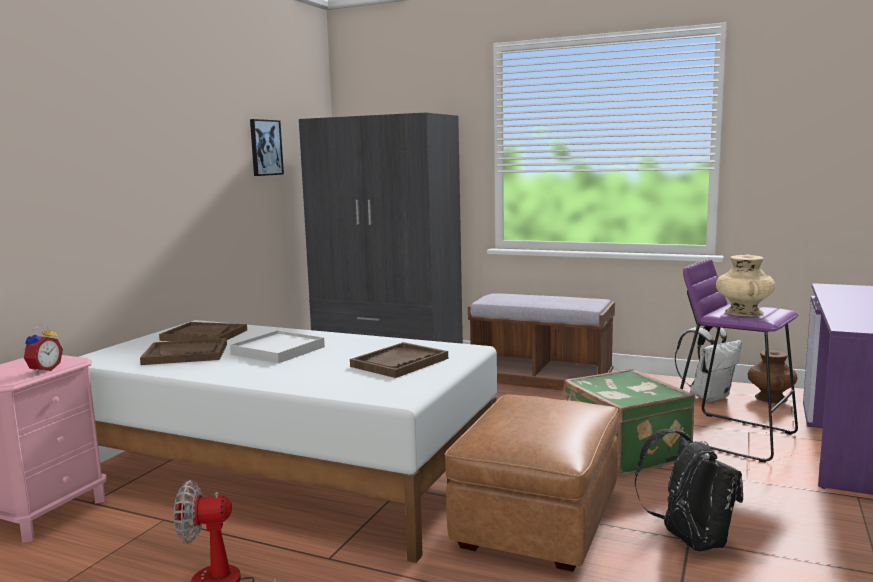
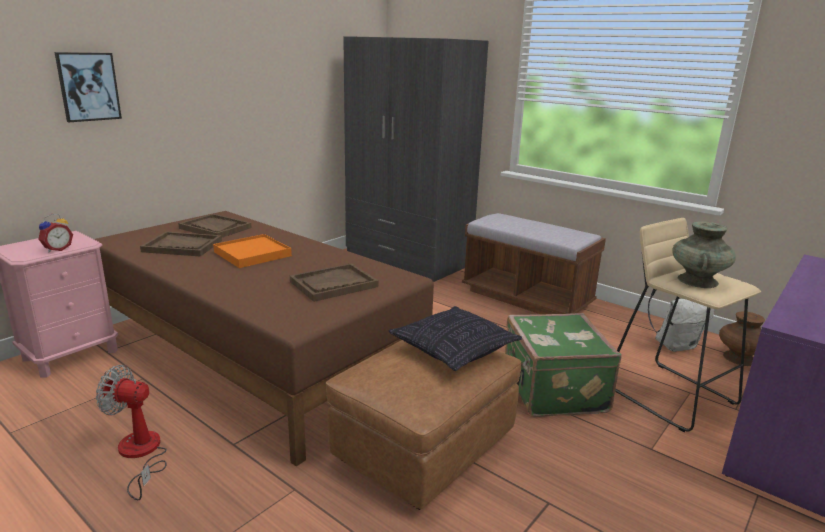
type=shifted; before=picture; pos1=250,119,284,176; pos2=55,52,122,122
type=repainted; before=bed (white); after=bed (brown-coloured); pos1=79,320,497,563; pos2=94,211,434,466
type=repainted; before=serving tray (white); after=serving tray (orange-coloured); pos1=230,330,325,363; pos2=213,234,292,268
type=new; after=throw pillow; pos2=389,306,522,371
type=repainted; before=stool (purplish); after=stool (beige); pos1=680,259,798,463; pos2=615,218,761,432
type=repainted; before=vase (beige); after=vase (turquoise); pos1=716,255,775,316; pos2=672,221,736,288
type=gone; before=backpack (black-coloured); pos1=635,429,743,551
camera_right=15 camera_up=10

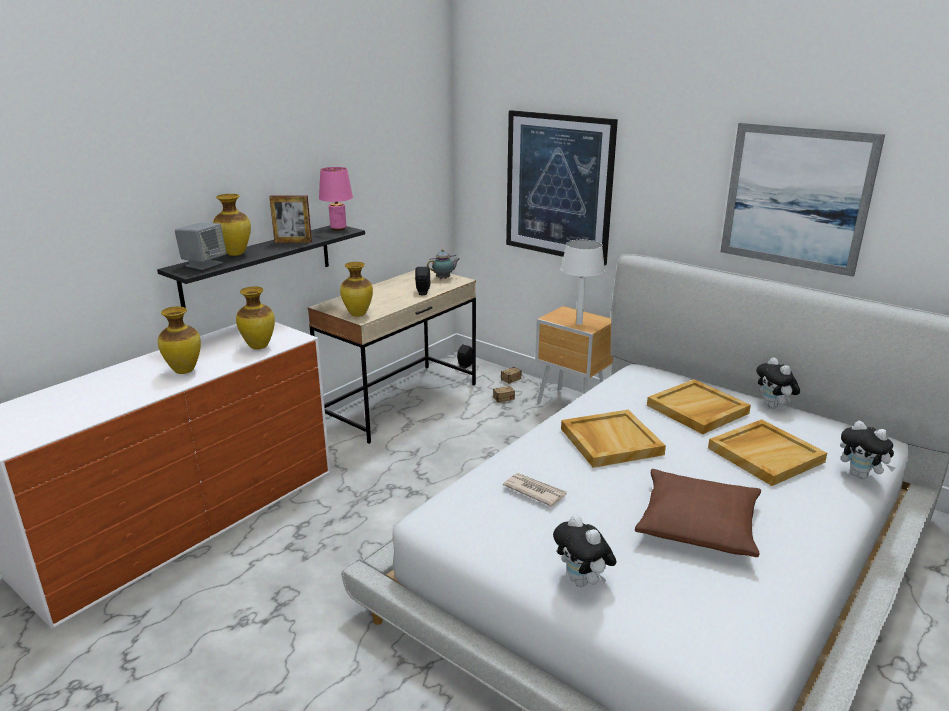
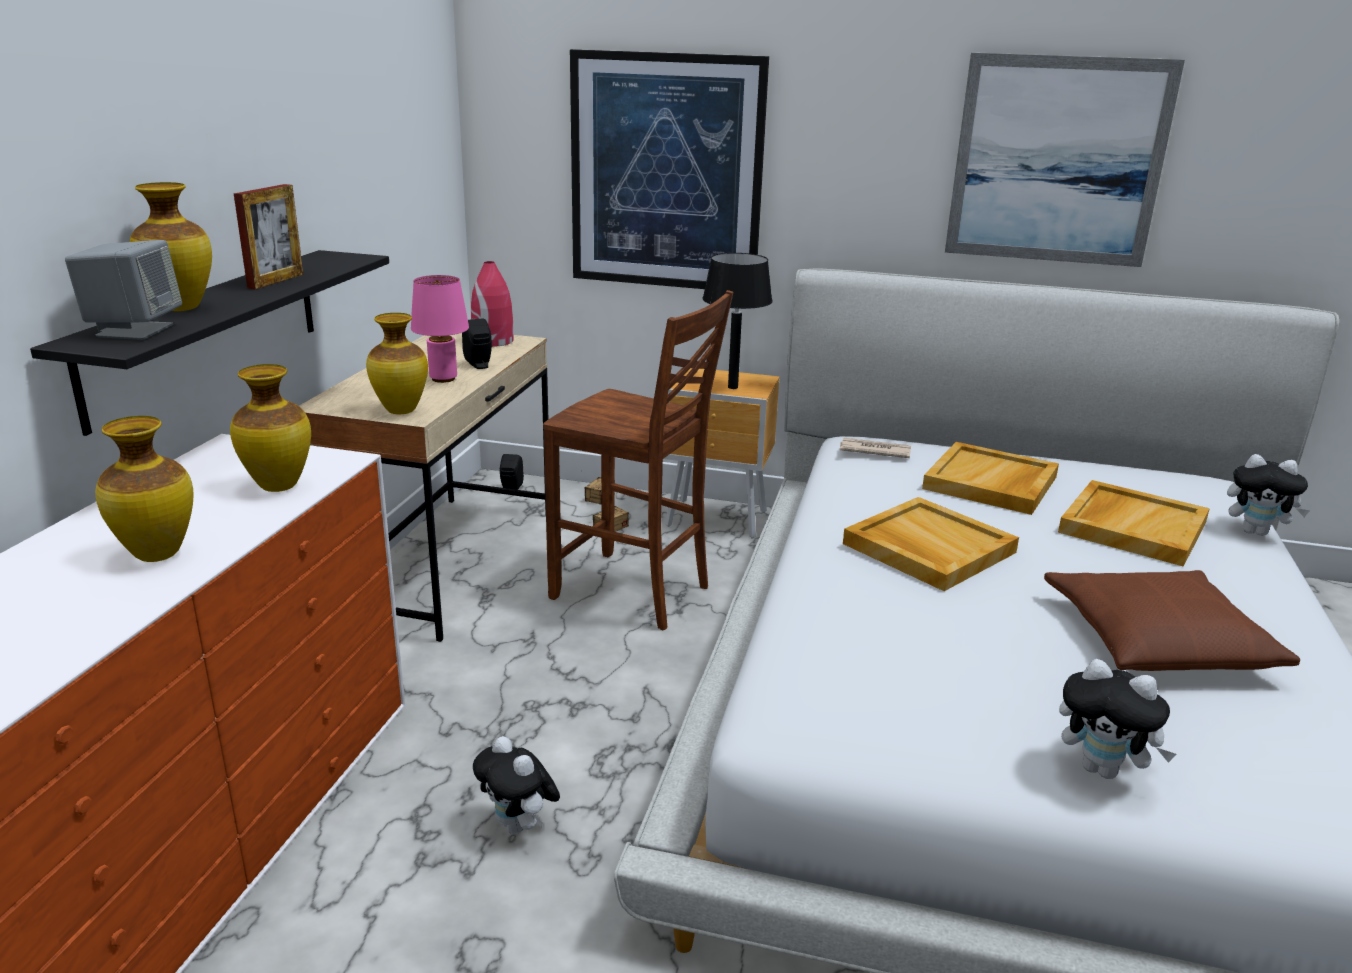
type=rotated; before=standing frame; pos1=269,195,312,243; pos2=234,184,303,289; turn=-45
type=shifted; before=tabletop lamp (pinkish); pos1=319,167,353,231; pos2=411,275,469,383
type=swapped; before=tea pot; after=vase (red); pos1=427,249,460,279; pos2=471,261,514,347
type=shifted; before=plush toy; pos1=756,357,800,408; pos2=473,736,560,834
type=new; after=plain chair (brown-coloured); pos2=543,290,733,630
type=repainted; before=tabletop lamp (white); after=tabletop lamp (black-coloured); pos1=561,240,605,325; pos2=703,253,773,389
type=shifted; before=newspaper; pos1=503,473,567,507; pos2=840,438,911,458
camera_right=-25 camera_up=0

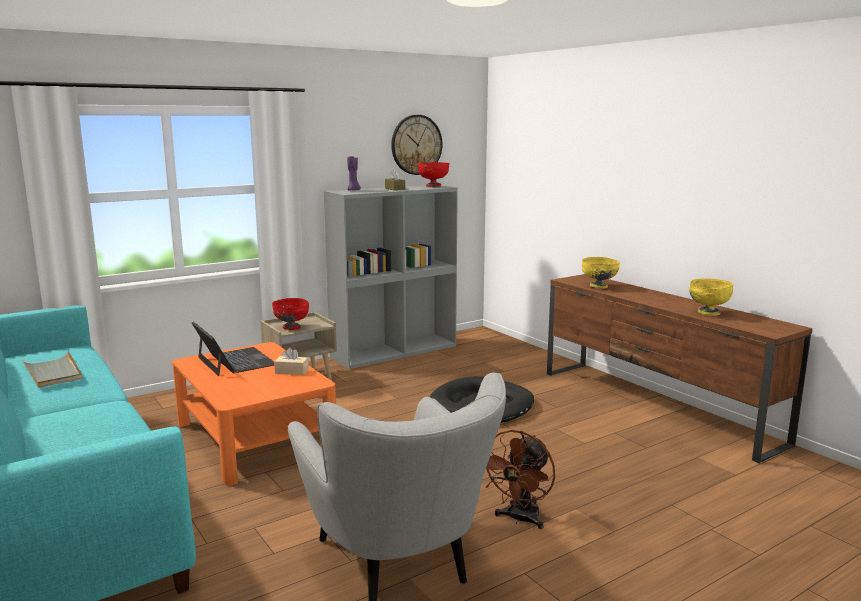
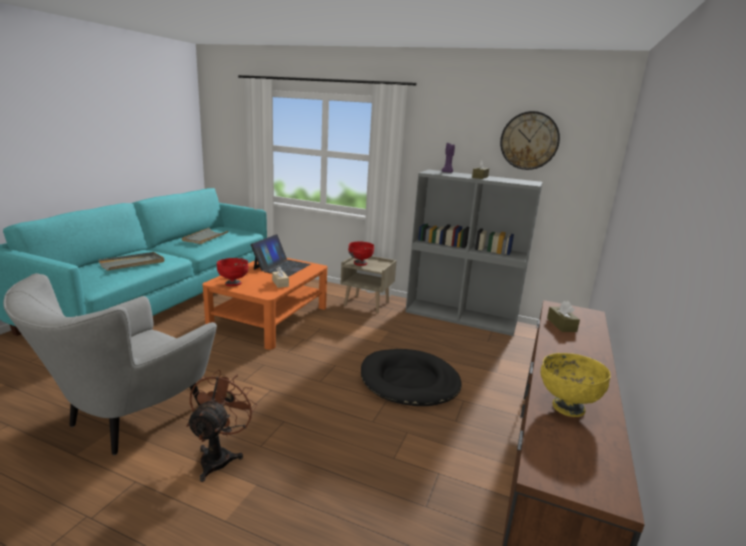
type=new; after=serving tray (greyish); pos2=98,252,164,271
type=rotated; before=electric fan (brown-coloured); pos1=485,430,555,529; pos2=186,370,257,482; turn=105
type=shifted; before=deep dish (red); pos1=417,162,449,187; pos2=217,258,249,286
type=swapped; before=deep dish (yellow); after=box of tissues (brown-coloured); pos1=582,257,620,288; pos2=547,301,580,332
camera_right=55 camera_up=5

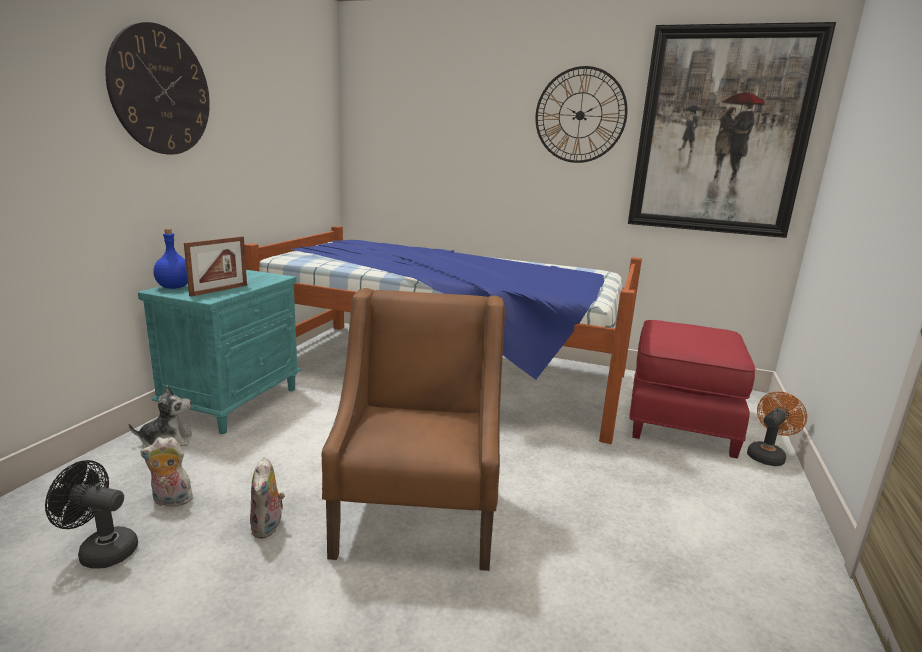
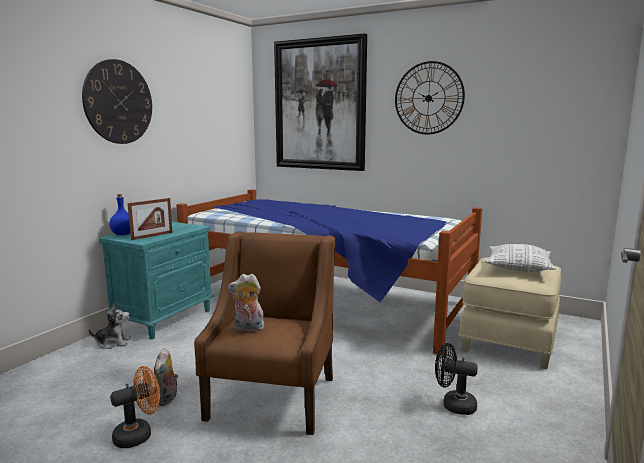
type=shifted; before=electric fan (orange-coloured); pos1=747,391,807,466; pos2=110,366,160,448
type=shifted; before=plush toy; pos1=141,437,193,507; pos2=228,274,264,332
type=shifted; before=picture; pos1=628,22,836,238; pos2=274,33,367,171
type=shifted; before=electric fan (black-coloured); pos1=45,460,138,569; pos2=435,343,478,415
type=repainted; before=ottoman (red); after=ottoman (beige); pos1=629,320,755,459; pos2=458,257,561,369
type=new; after=throw pillow; pos2=485,244,556,272
camera_right=10 camera_up=-5

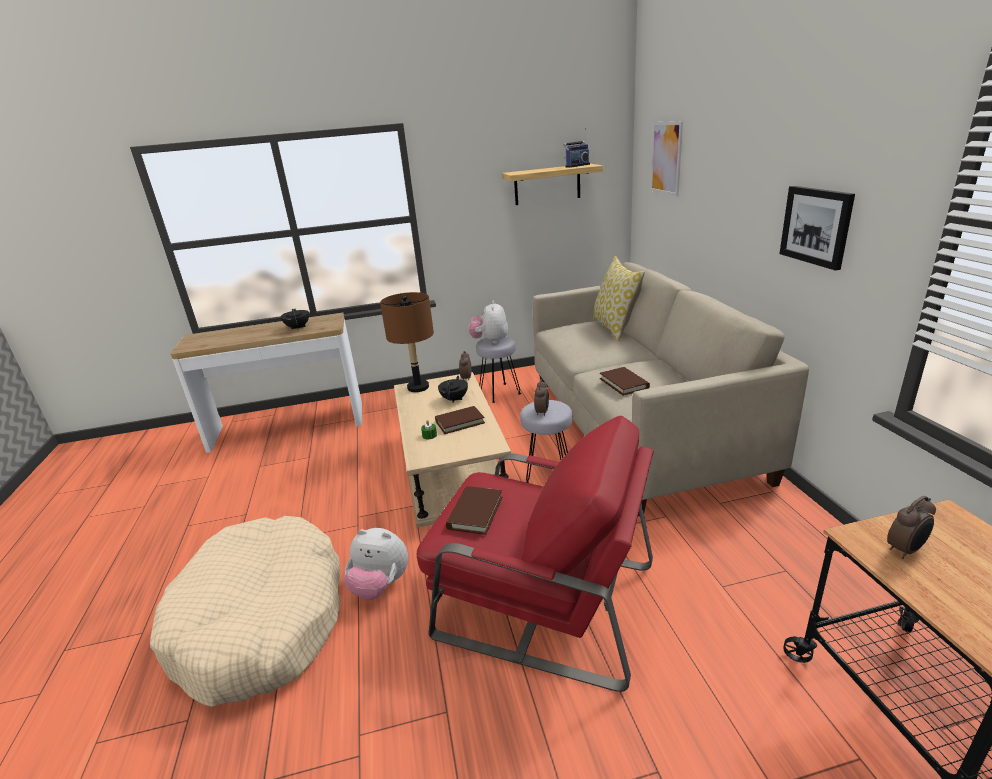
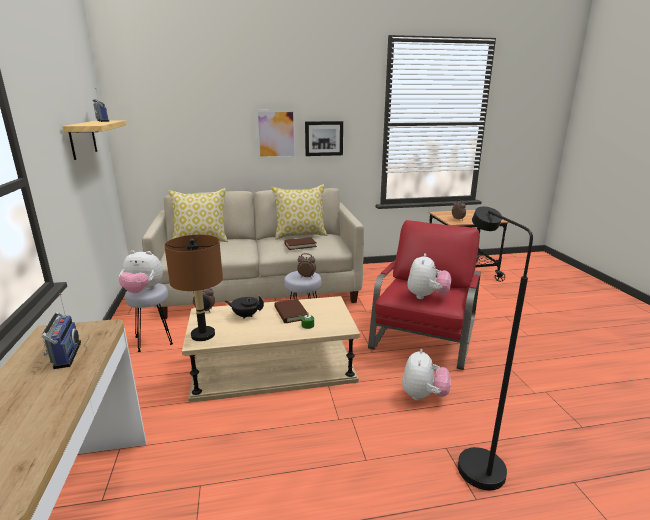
type=swapped; before=tea pot (black-coloured); after=radio set; pos1=280,309,309,330; pos2=41,293,81,369
type=shifted; before=picture; pos1=650,121,683,196; pos2=255,110,296,159
type=new; after=throw pillow; pos2=271,184,327,239
type=swapped; before=bound book (brown-coloured); after=plush toy; pos1=446,486,502,535; pos2=407,253,451,299
type=swapped; before=dog cushion (beige); after=standing lamp (black-coloured); pos1=150,516,340,707; pos2=458,206,533,490
camera_right=-90 camera_up=-5

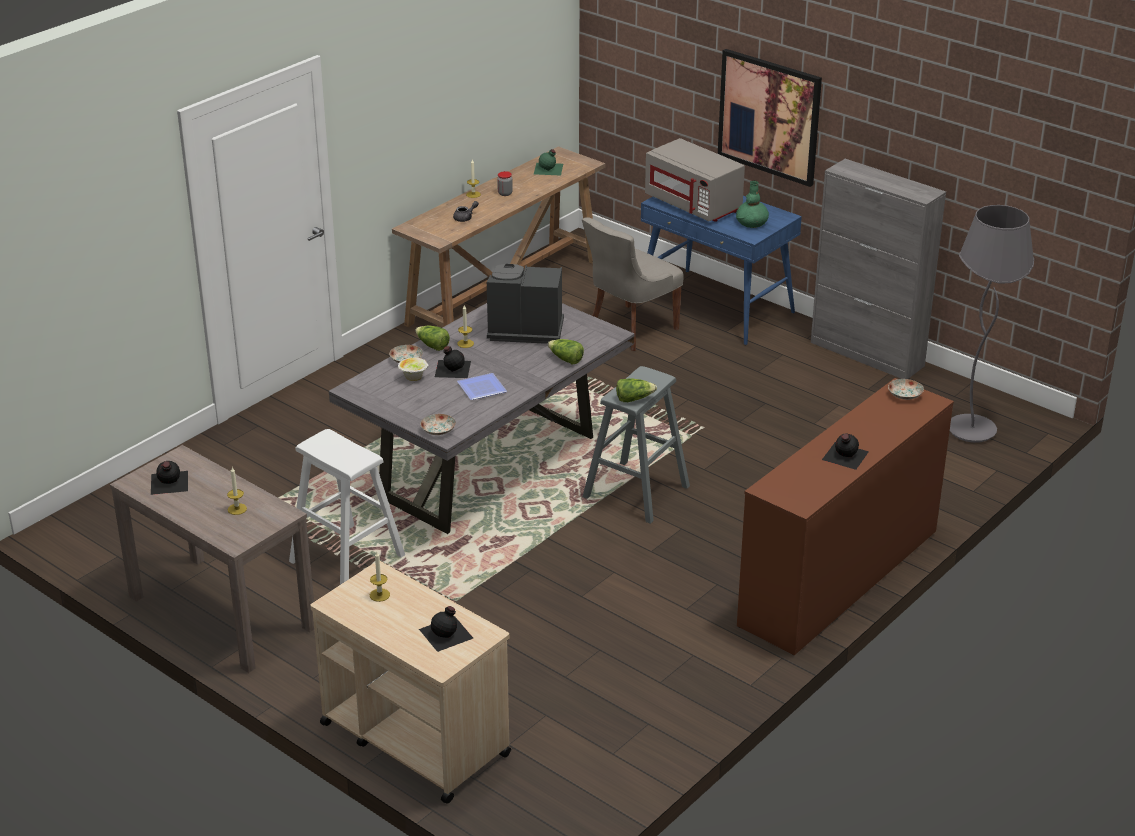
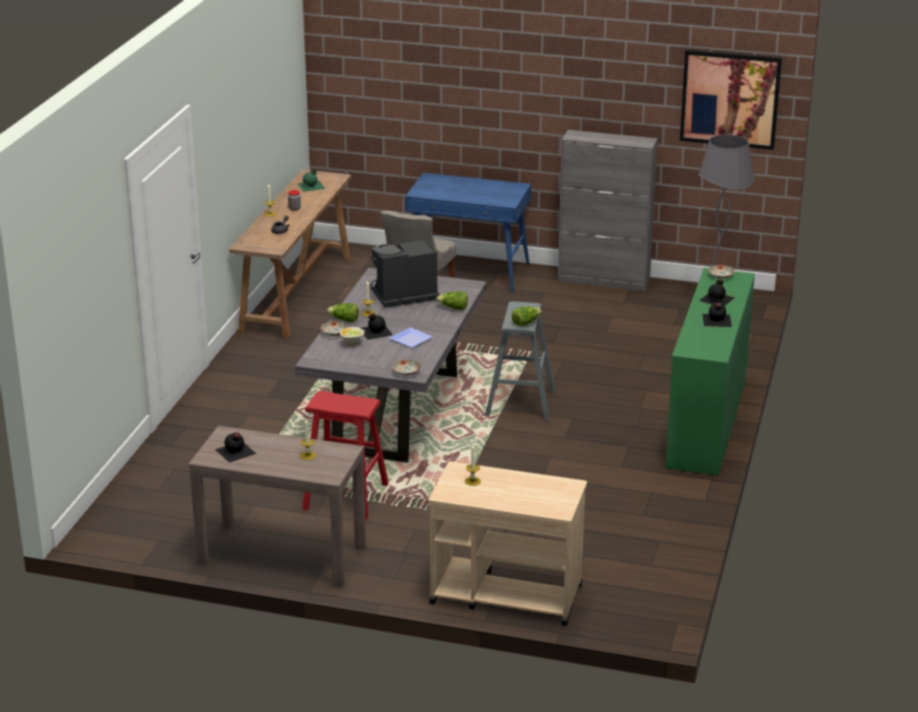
type=repainted; before=stool (white); after=stool (red); pos1=289,429,405,585; pos2=302,391,389,520
type=repainted; before=dresser (brown-coloured); after=dresser (green); pos1=737,378,954,655; pos2=665,268,755,476
type=shifted; before=picture; pos1=718,49,822,187; pos2=680,50,782,150
type=shifted; before=bottle (black-coloured); pos1=419,606,473,652; pos2=699,279,735,306
type=gone; before=microwave (greyish); pos1=645,138,745,222
type=gone; before=vase (green); pos1=736,181,769,228
camera_right=-25 camera_up=-5

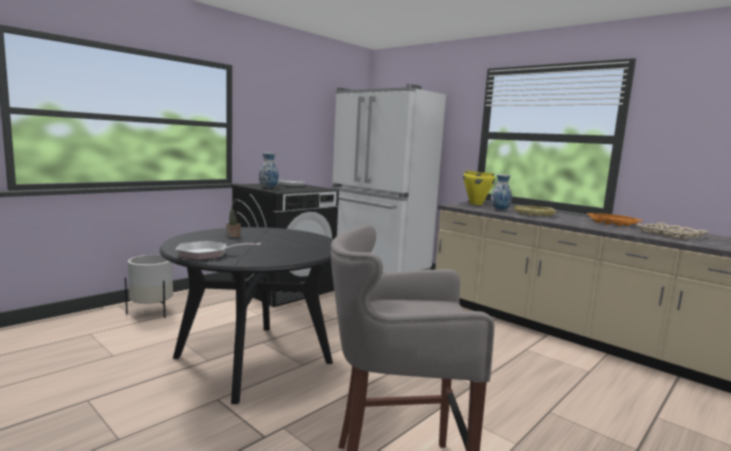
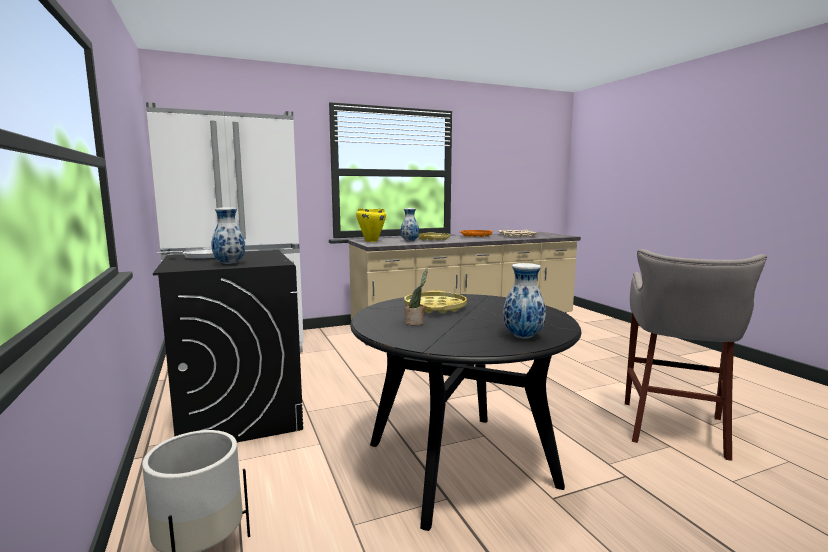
type=new; after=serving tray (yellow); pos2=404,291,467,313
type=swapped; before=pan; after=vase; pos1=176,241,261,260; pos2=503,263,546,338
camera_right=-65 camera_up=0

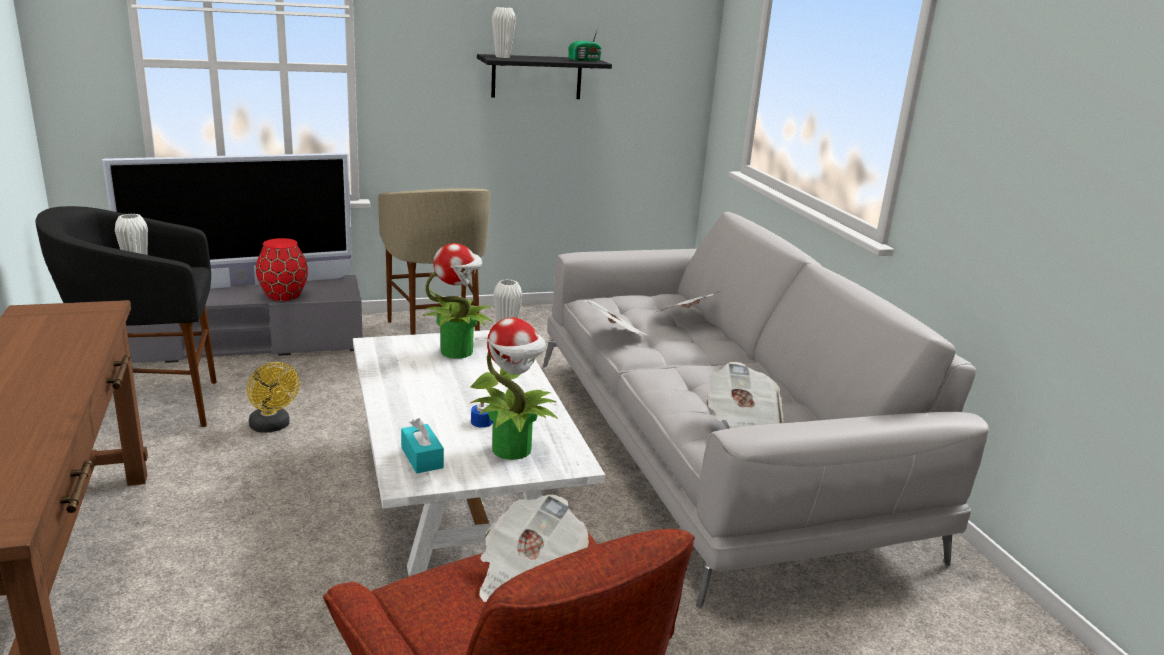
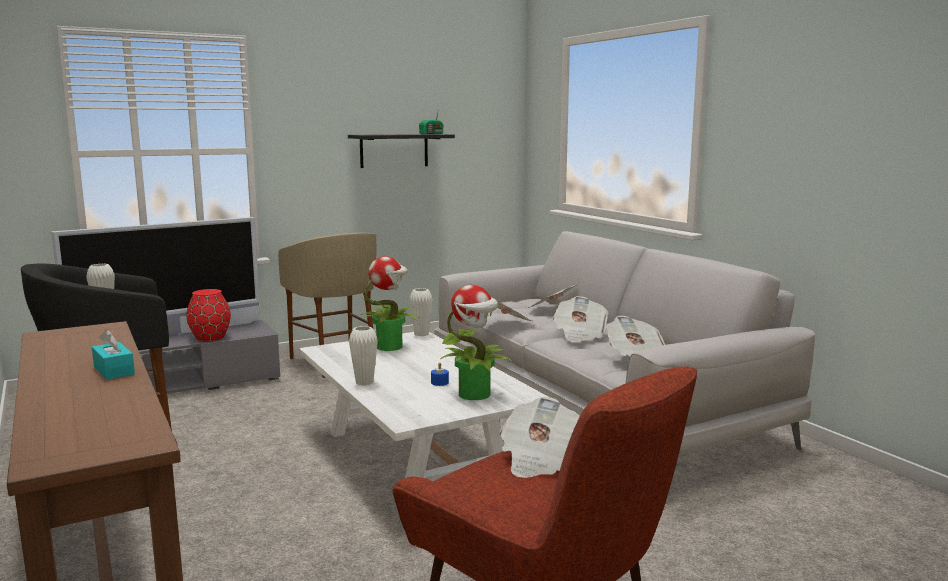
type=shifted; before=box of tissues (turquoise); pos1=401,418,444,473; pos2=92,329,135,380
type=shifted; before=vase (white); pos1=492,7,516,58; pos2=349,326,378,385
type=new; after=newspaper; pos2=553,296,608,342
type=gone; before=electric fan (yellow); pos1=247,362,299,433
camera_right=-10 camera_up=-10

